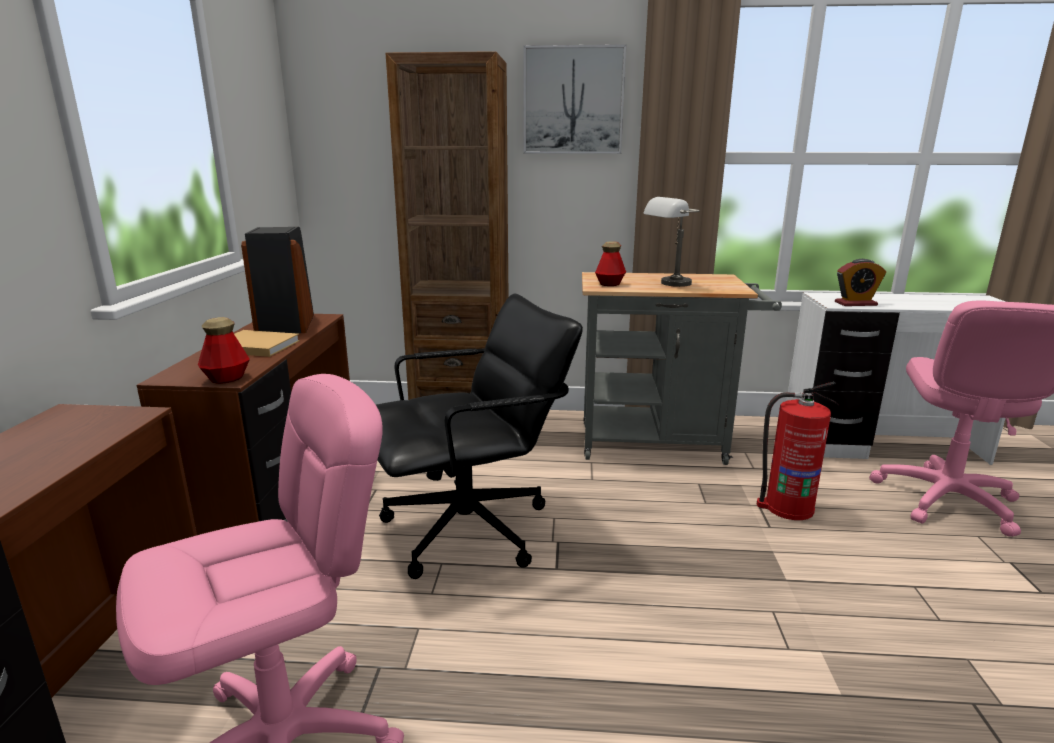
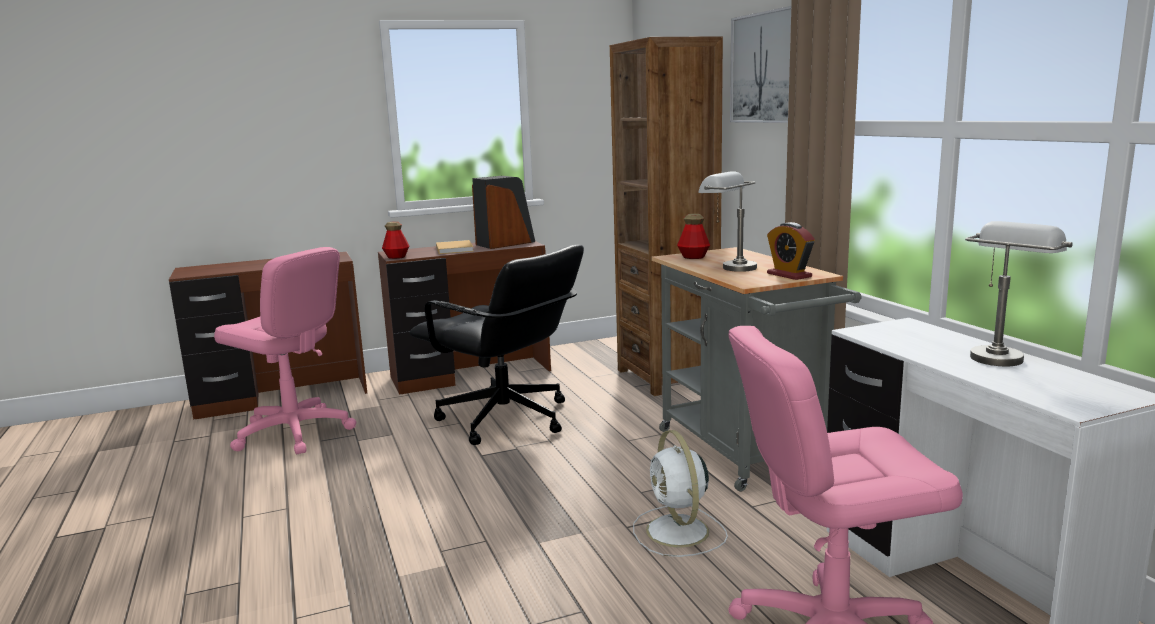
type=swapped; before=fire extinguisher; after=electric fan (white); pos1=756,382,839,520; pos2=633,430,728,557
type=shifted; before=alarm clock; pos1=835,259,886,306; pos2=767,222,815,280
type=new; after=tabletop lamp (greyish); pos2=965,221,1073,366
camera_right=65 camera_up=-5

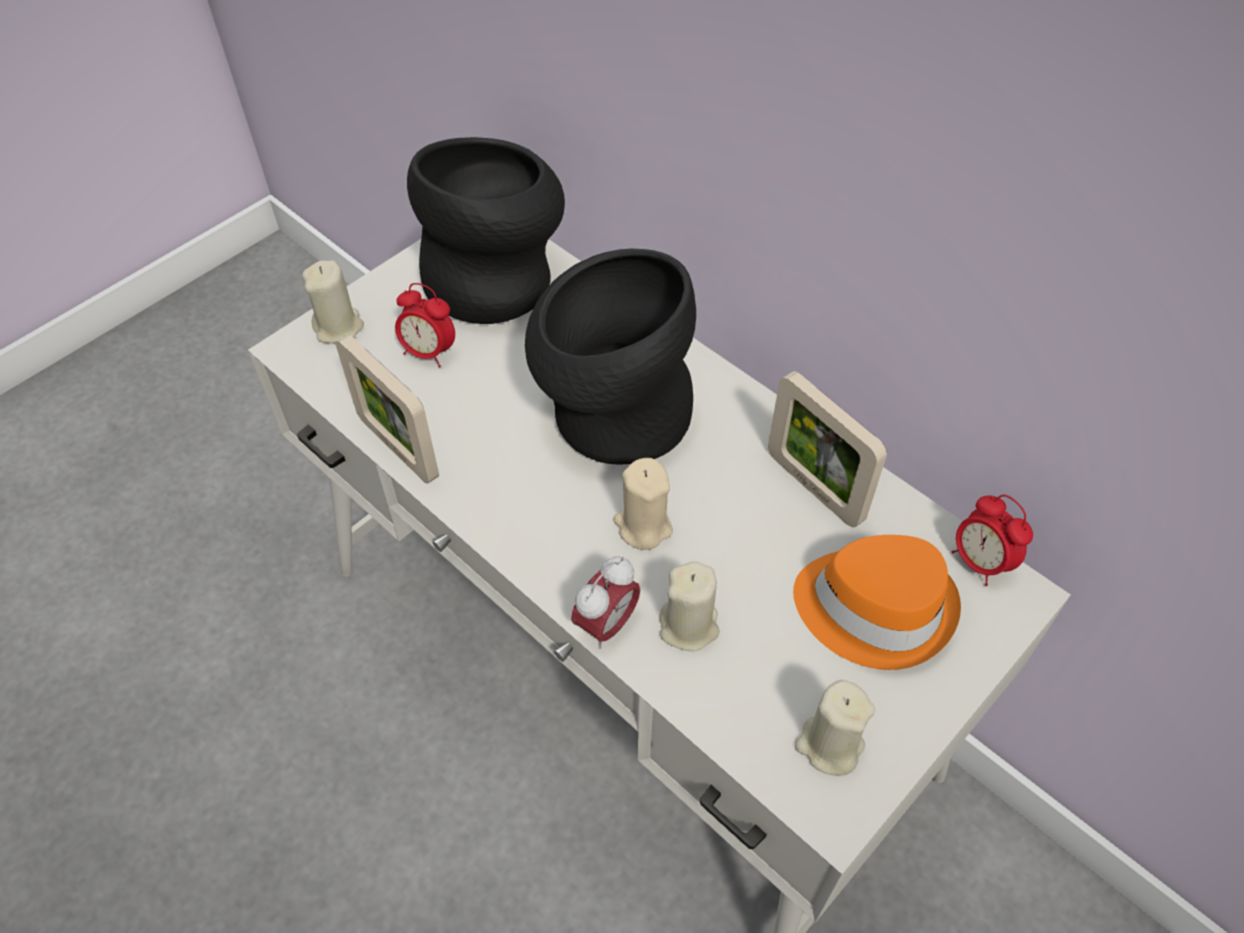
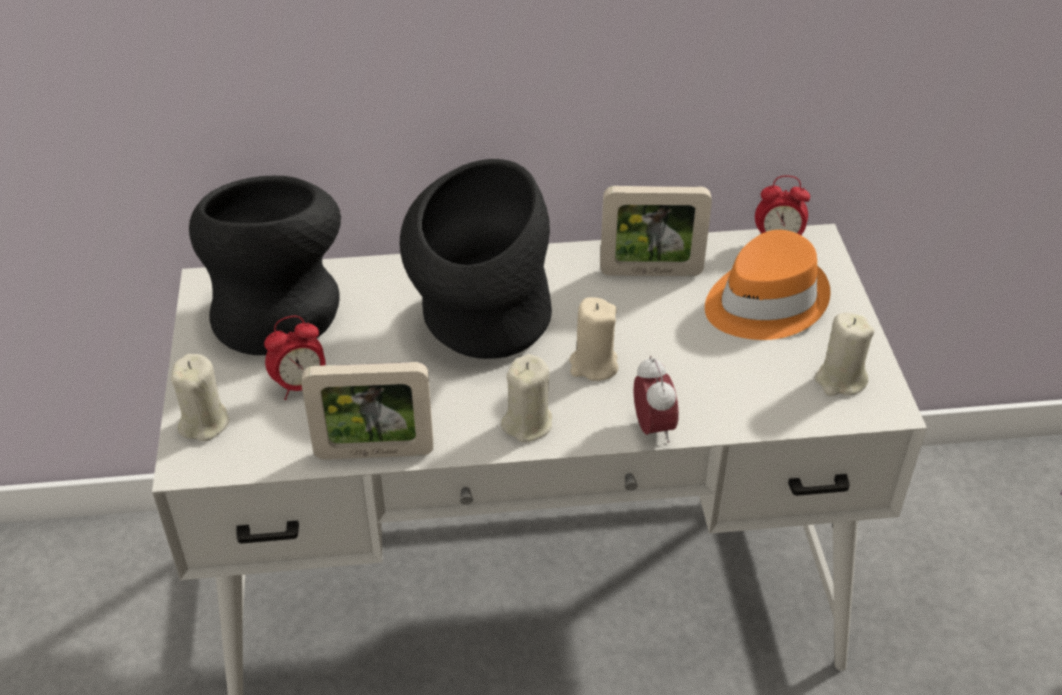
type=shifted; before=wax light (beige); pos1=659,562,720,651; pos2=501,354,552,442
camera_right=-50 camera_up=-10

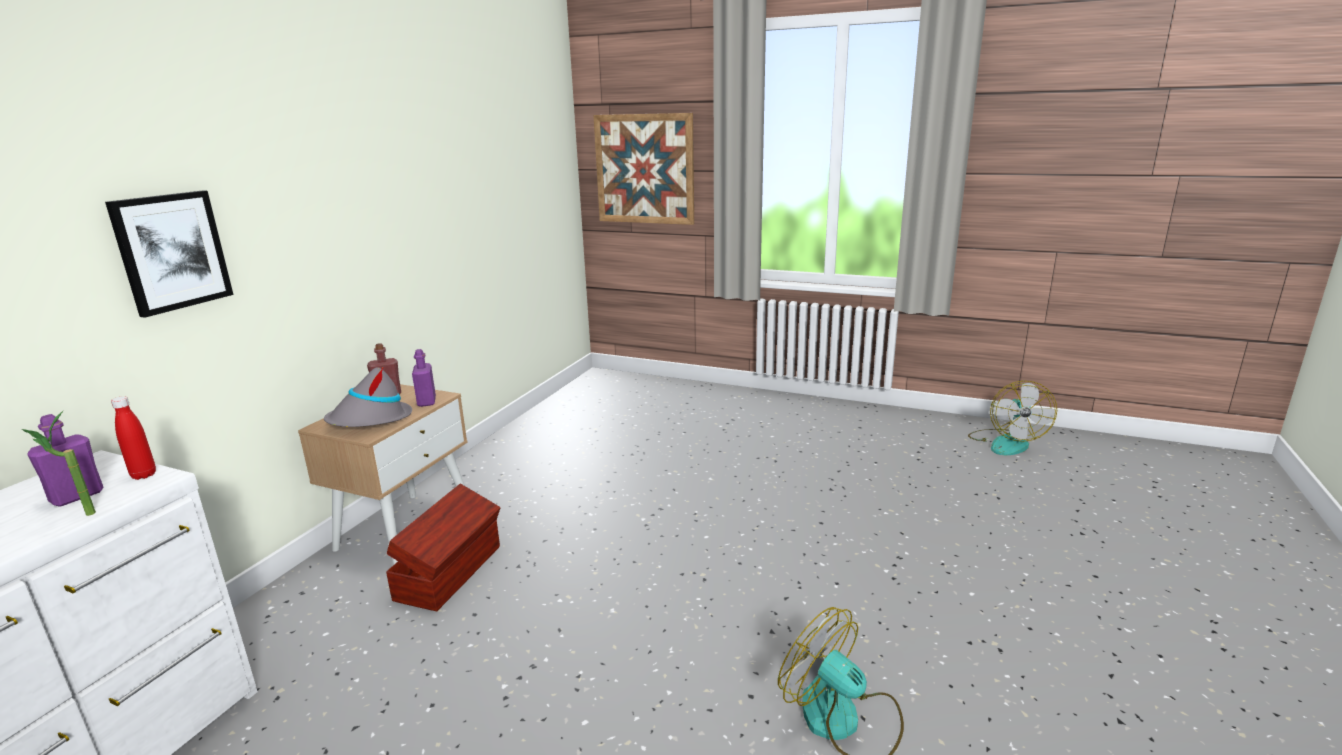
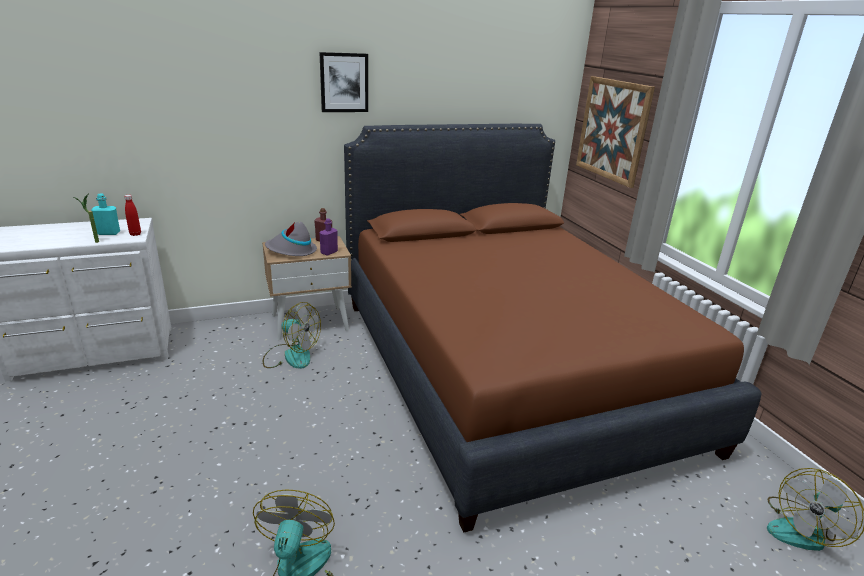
type=repainted; before=bottle (purplish); after=bottle (turquoise); pos1=27,414,103,507; pos2=91,194,120,235
type=swapped; before=storage bin (brown-coloured); after=electric fan; pos1=386,484,501,611; pos2=263,302,321,369
type=shifted; before=picture; pos1=105,191,234,318; pos2=319,52,368,112
type=new; after=bed (brown-coloured); pos2=344,124,762,533
camera_right=45 camera_up=5

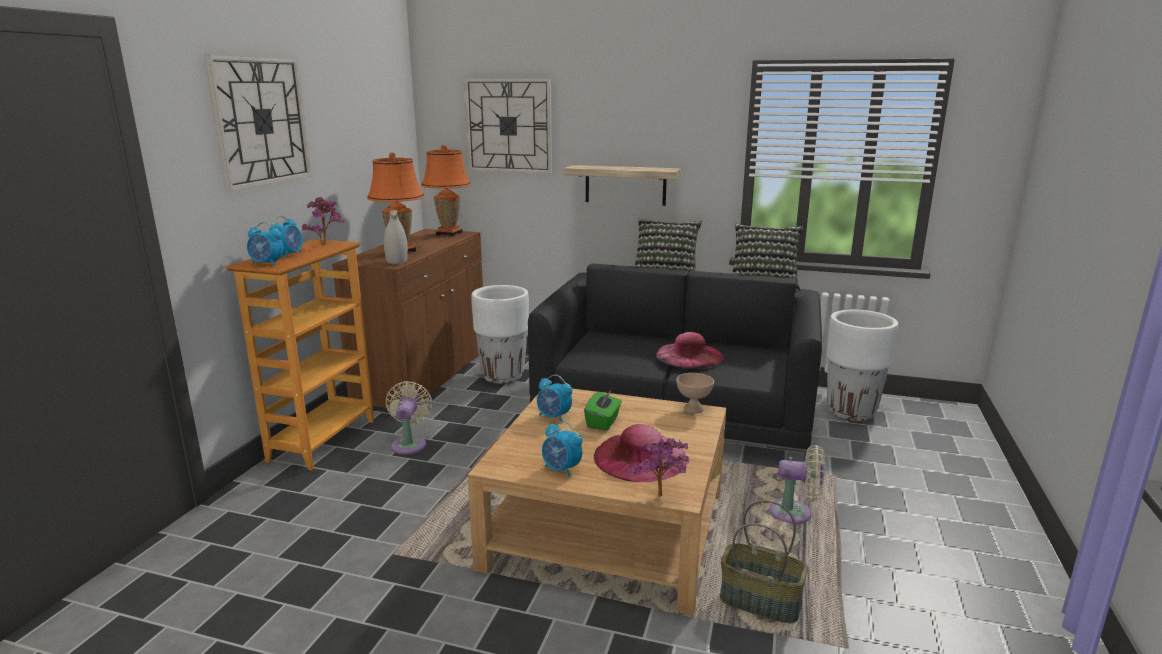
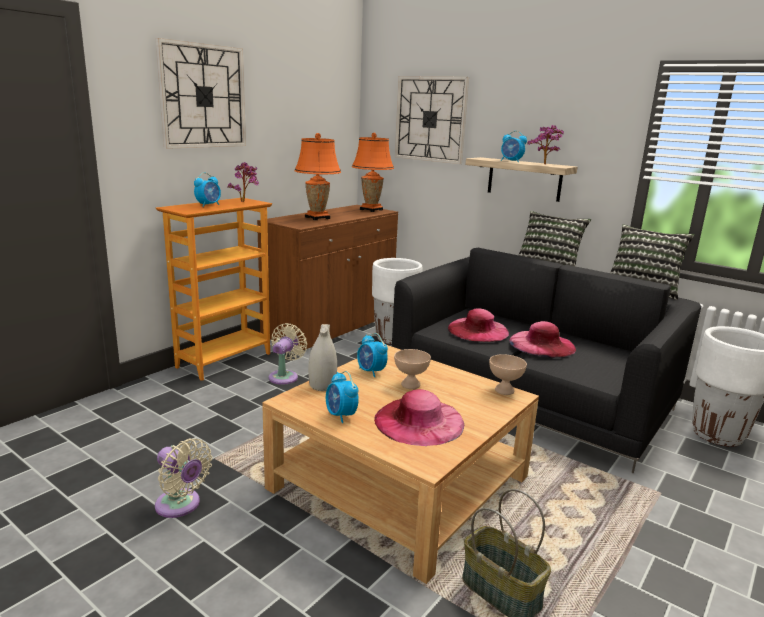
type=shifted; before=electric fan (beige); pos1=769,445,825,524; pos2=155,439,213,518
type=shifted; before=vase (white); pos1=384,210,408,264; pos2=308,324,337,391
type=swapped; before=box of tissues (green); after=deep dish (beige); pos1=584,390,622,431; pos2=394,349,431,389
type=new; after=hat (pinkish); pos2=448,308,509,342
type=shifted; before=alarm clock; pos1=247,222,283,266; pos2=501,131,527,162
type=shifted; before=houseplant; pos1=627,438,689,496; pos2=527,125,564,164
camera_right=20 camera_up=0

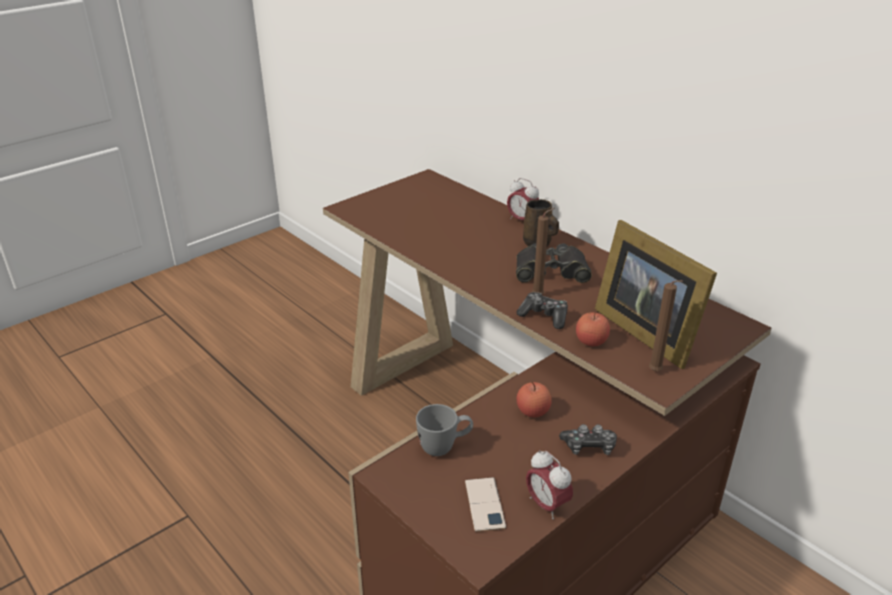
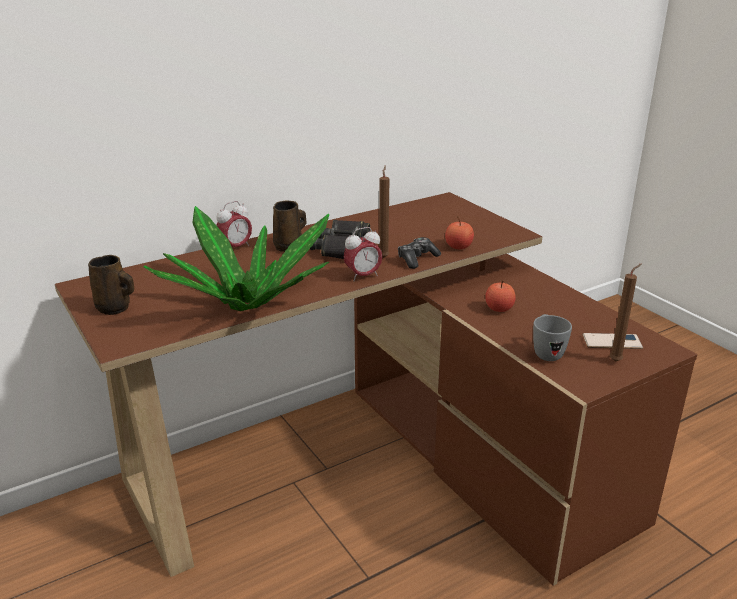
type=new; after=coffee mug (brown-coloured); pos2=88,255,134,315
type=new; after=houseplant; pos2=144,206,329,311
type=shifted; before=alarm clock; pos1=526,450,573,519; pos2=344,227,382,281
type=shifted; before=wax light (brown-coloured); pos1=649,280,683,371; pos2=610,263,642,362
type=gone; before=game controller; pos1=559,424,617,455
type=gone; before=standing frame; pos1=595,220,717,369
camera_right=-80 camera_up=-5

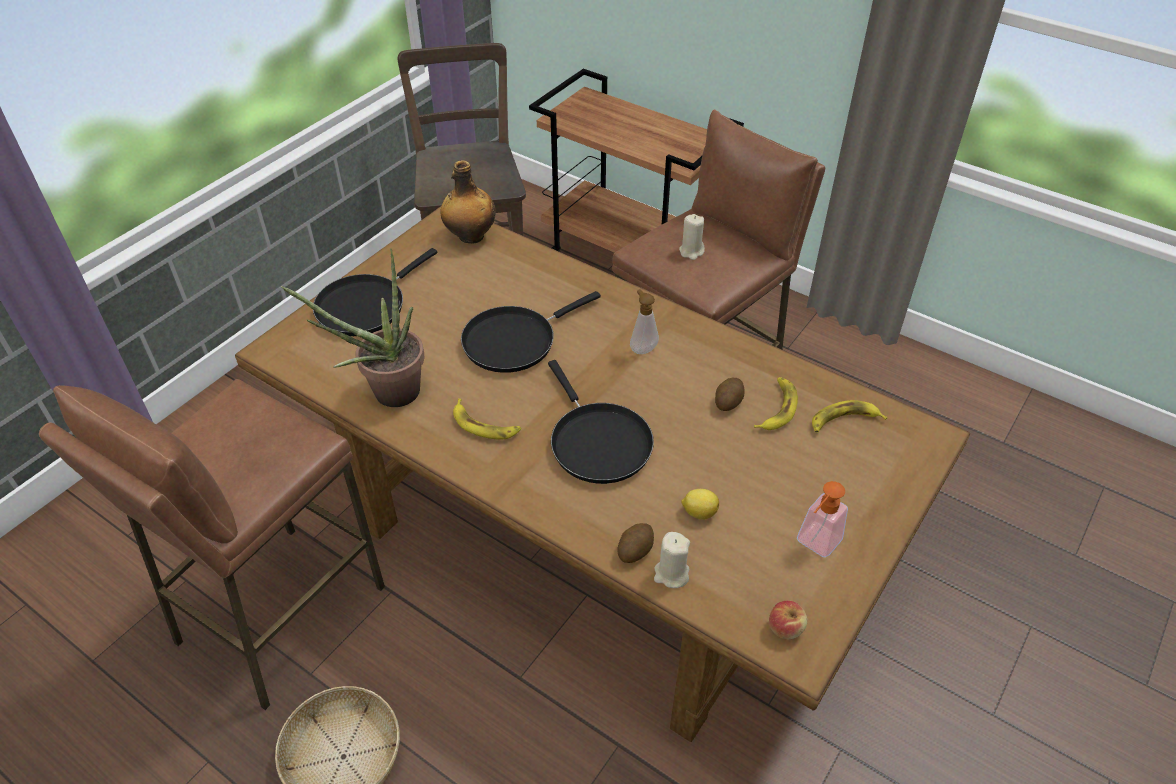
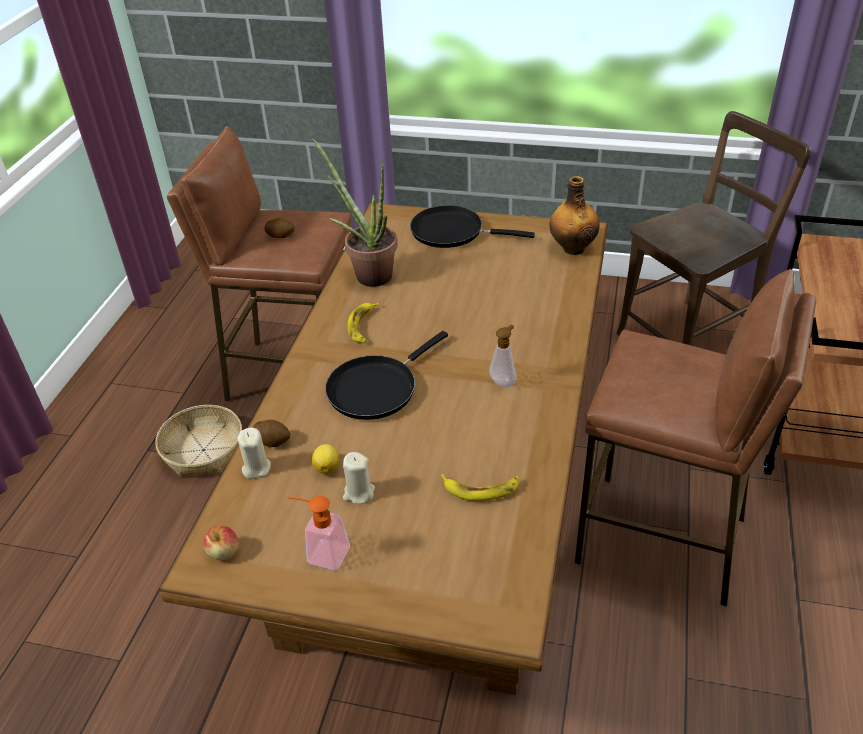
type=shifted; before=spud; pos1=715,378,745,411; pos2=265,218,295,238
type=shifted; before=wax light (beige); pos1=679,214,705,260; pos2=343,452,375,504
type=gone; before=pan (black-coloured); pos1=461,291,601,373
type=gone; before=banana; pos1=812,400,888,433
camera_right=70 camera_up=-5

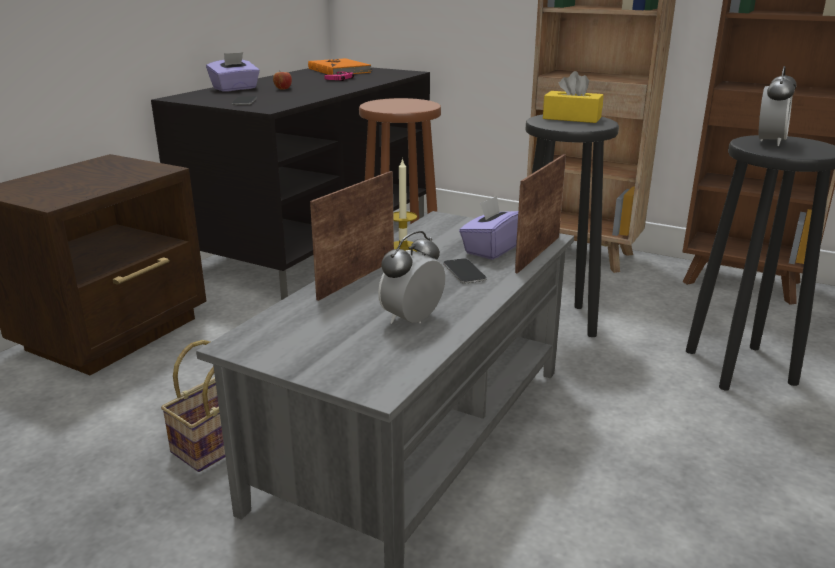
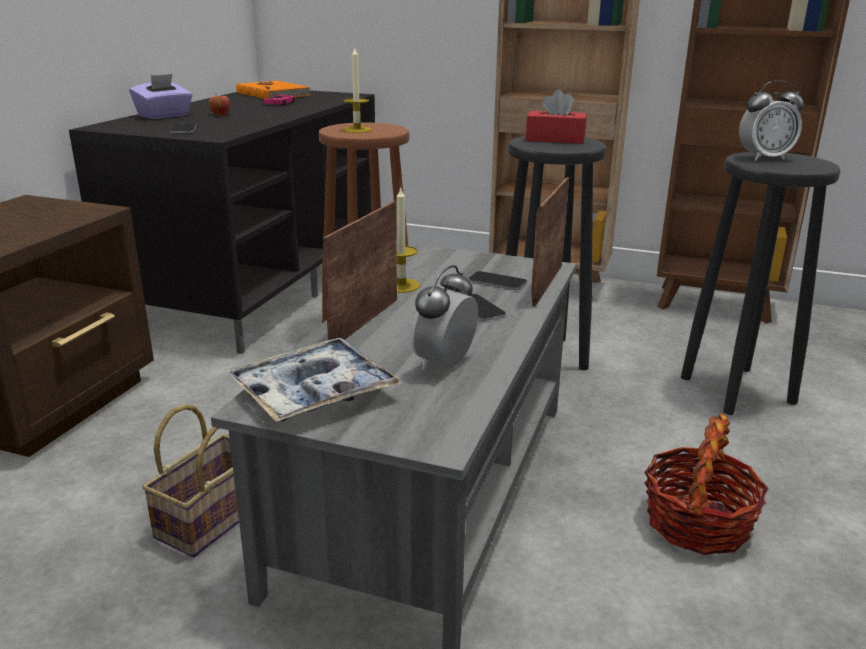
type=new; after=serving tray; pos2=227,338,402,421
type=new; after=wax light; pos2=343,46,372,133
type=swapped; before=box of tissues (purplish); after=phone; pos1=459,196,518,260; pos2=468,271,527,290
type=repainted; before=box of tissues (yellow); after=box of tissues (red); pos1=543,71,604,123; pos2=526,89,587,144
type=new; after=storage basket; pos2=644,414,768,555
type=rotated; before=alarm clock; pos1=759,66,797,146; pos2=739,80,804,161; turn=60
camera_right=-10 camera_up=0

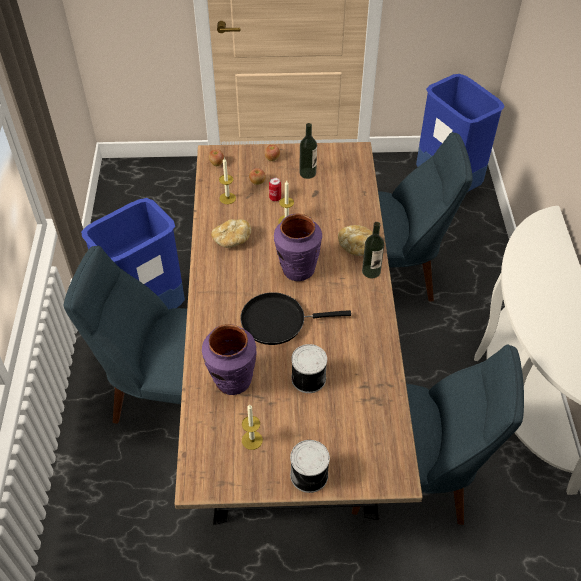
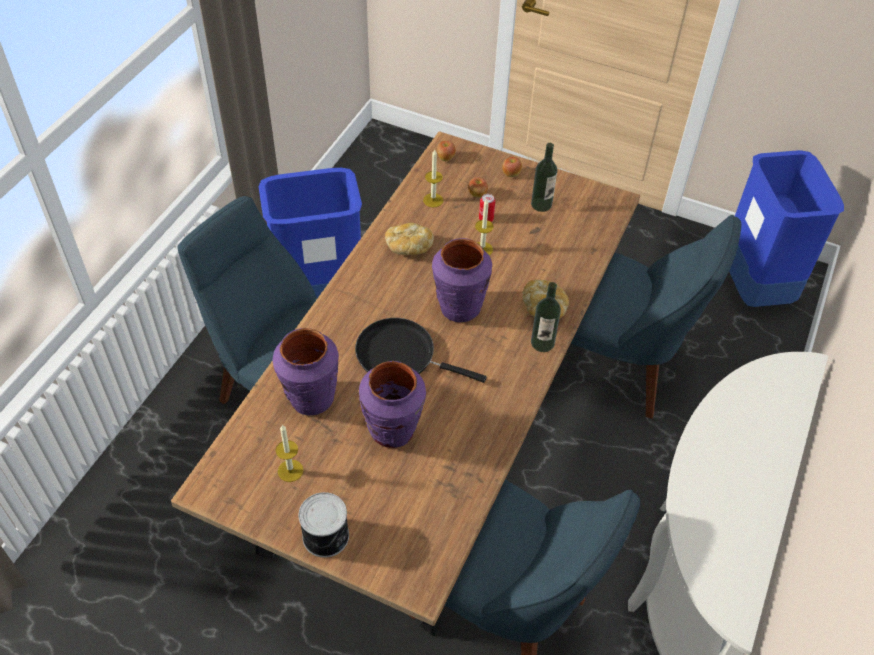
type=swapped; before=metal can; after=vase (purplish); pos1=291,344,327,393; pos2=359,361,426,448
camera_right=25 camera_up=0

